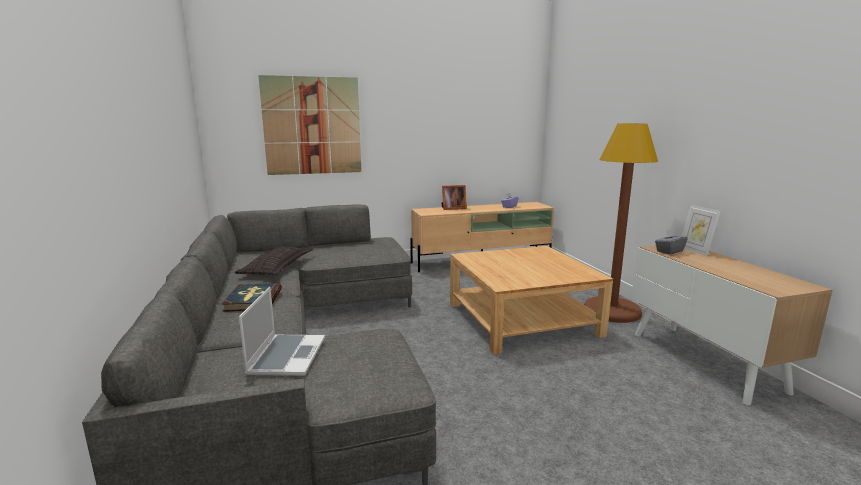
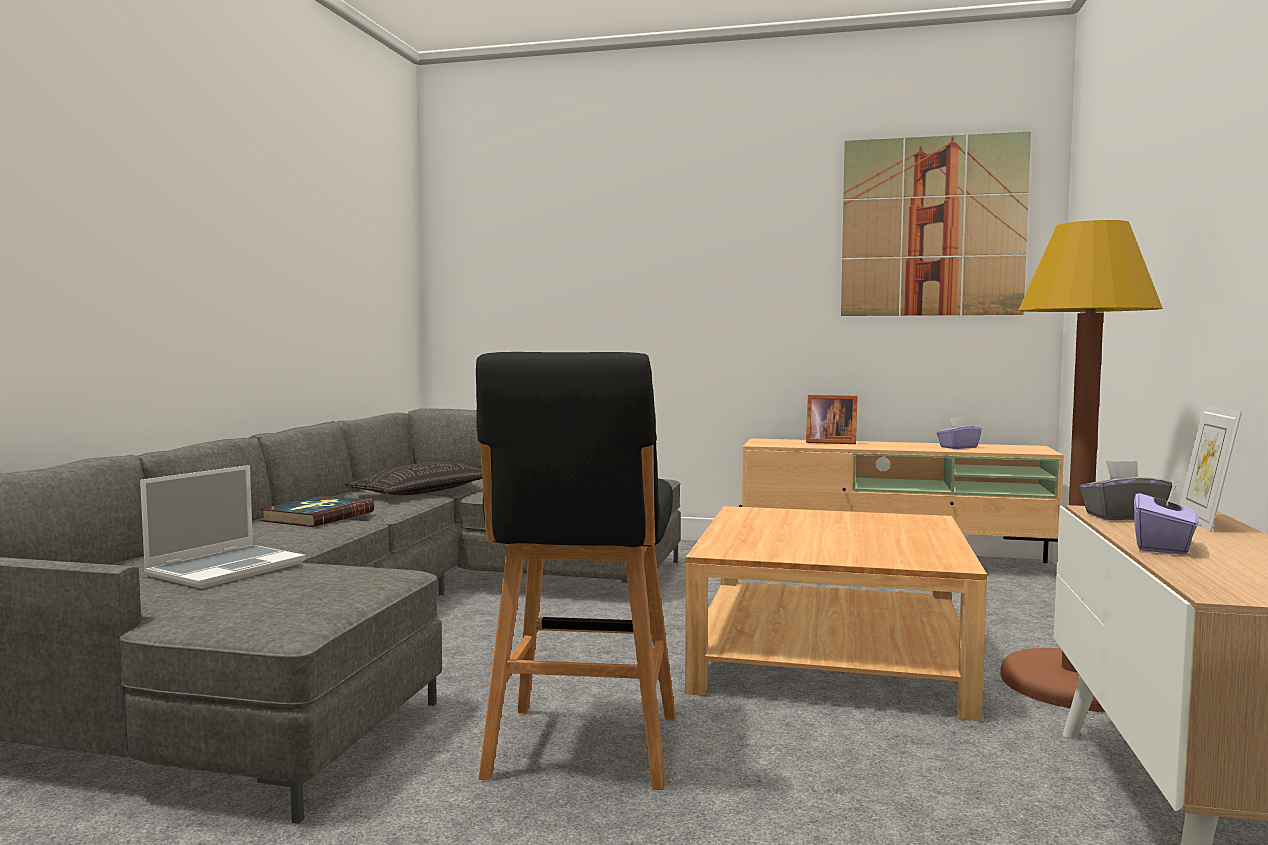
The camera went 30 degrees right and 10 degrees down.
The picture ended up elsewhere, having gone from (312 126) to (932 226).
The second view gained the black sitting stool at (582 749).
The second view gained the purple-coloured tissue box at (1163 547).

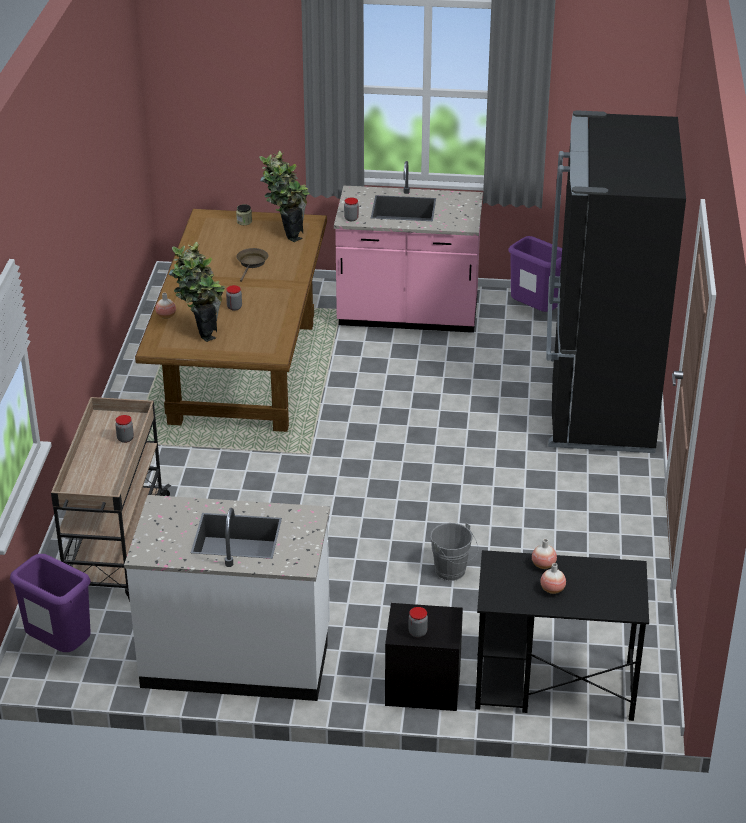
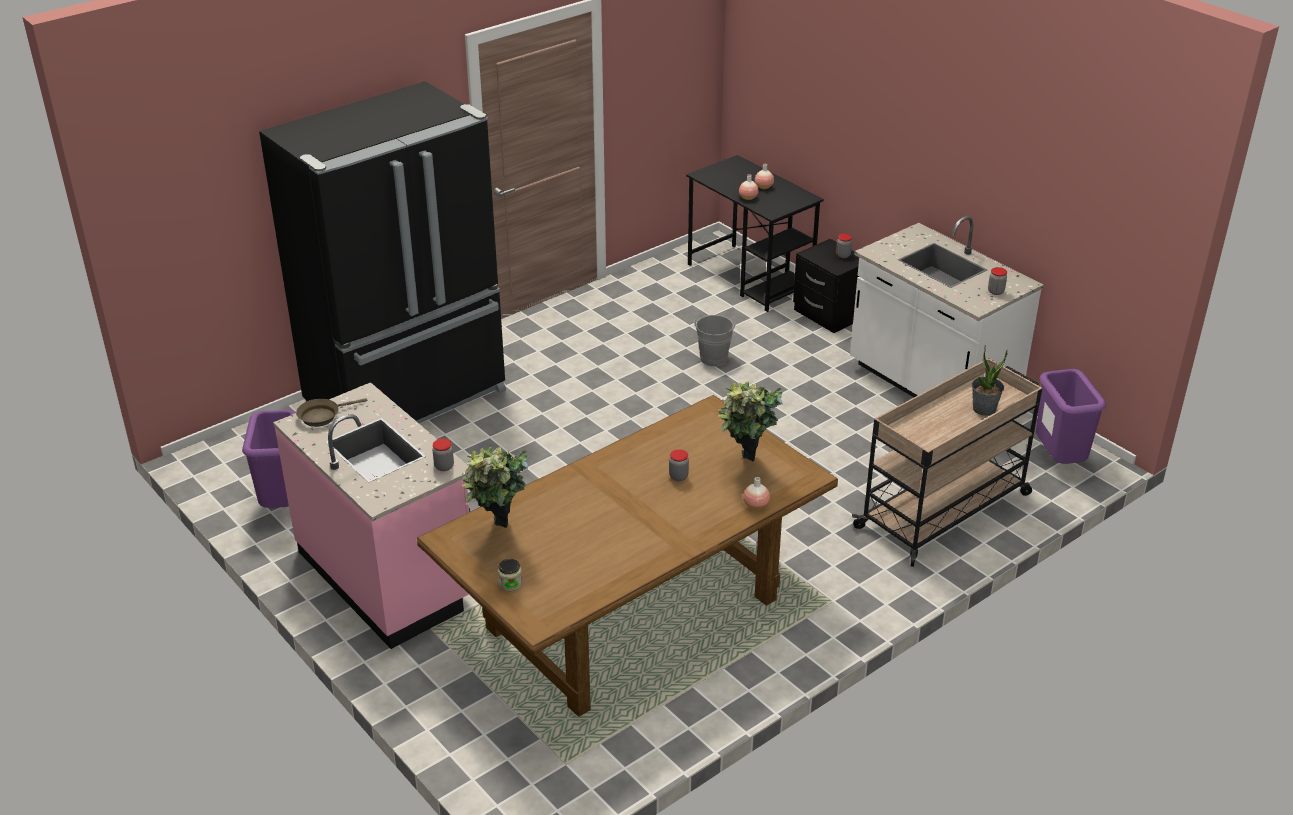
The camera went 135 degrees left and 0 degrees up.
The jar ended up elsewhere, having gone from (125 439) to (995 291).
The brown-coloured pan ended up elsewhere, having gone from (252 263) to (322 416).
The second view gained the plant in a pot at (984 409).

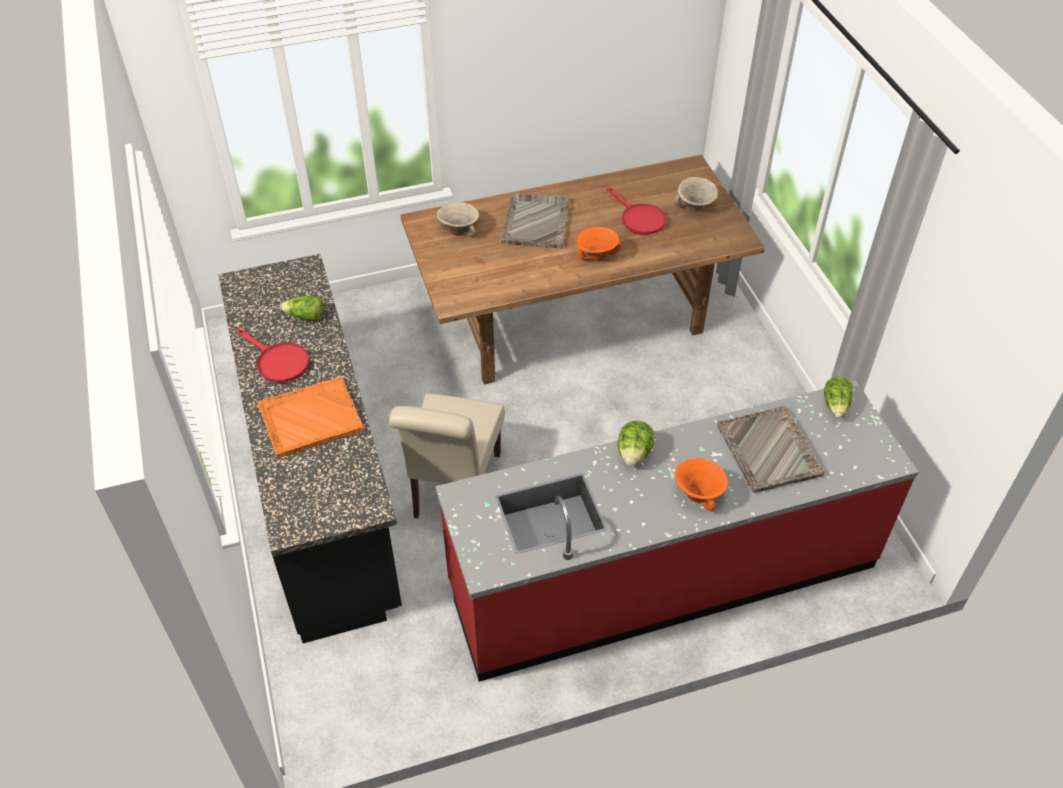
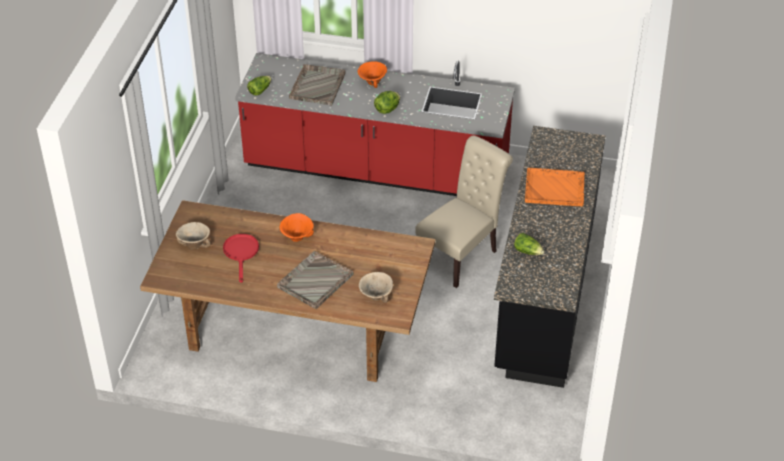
The camera went 150 degrees left and 5 degrees down.
The second view lost the red pan at (278 361).

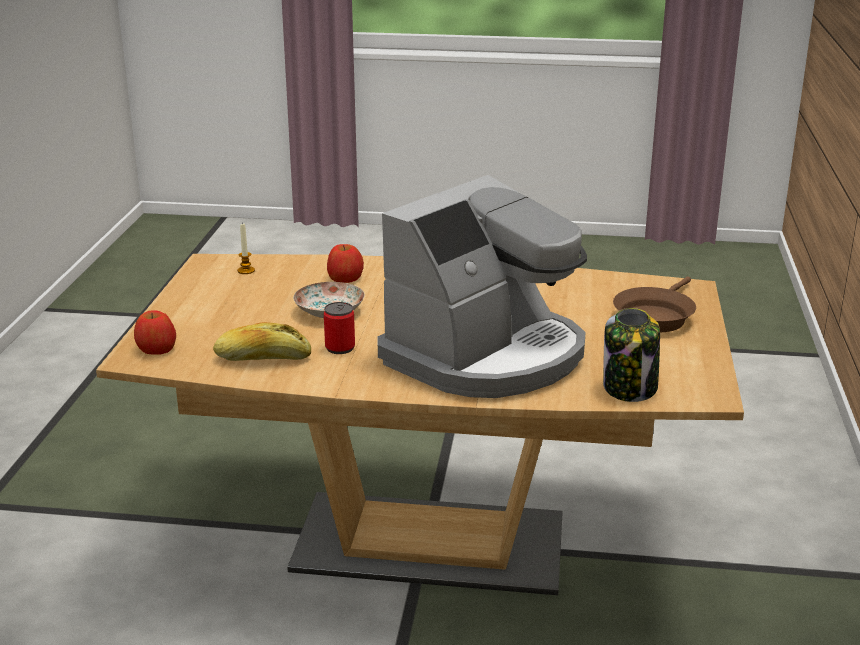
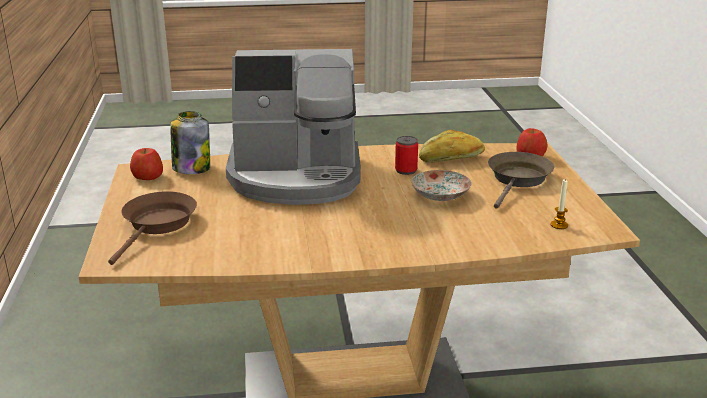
The camera went 165 degrees right and 0 degrees up.
The whole apple ended up elsewhere, having gone from (345 278) to (147 177).
The coffee machine at (487 356) ended up facing another way, 120 degrees counterclockwise from before.
The second view gained the brown-coloured pan at (518 180).

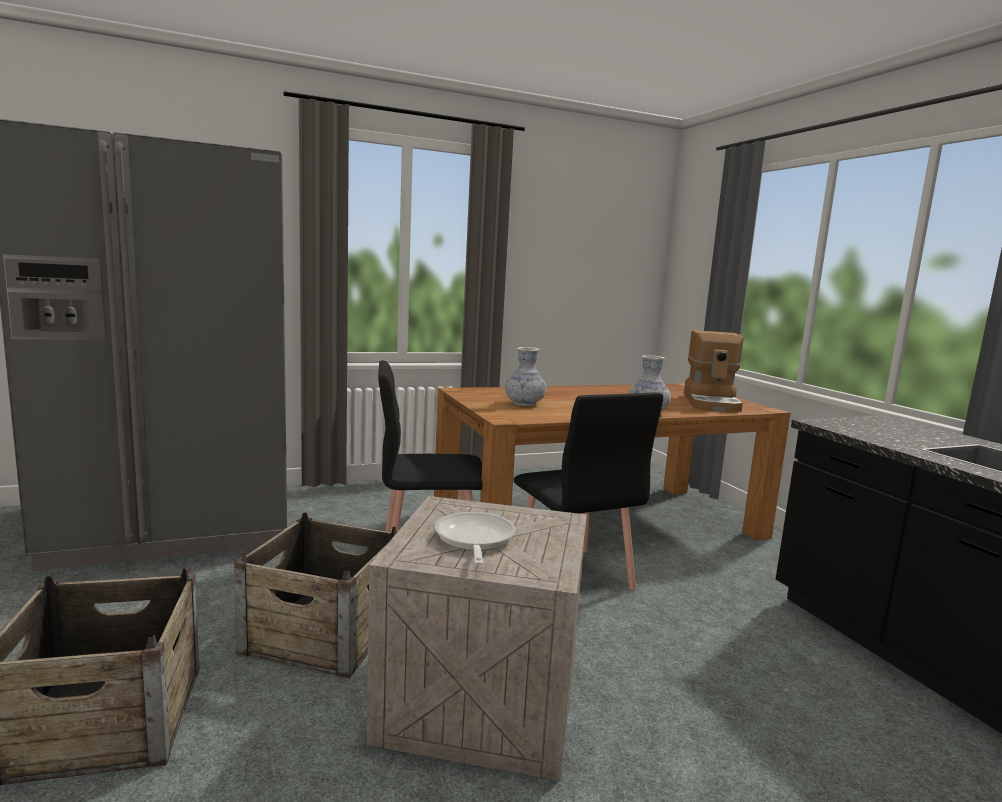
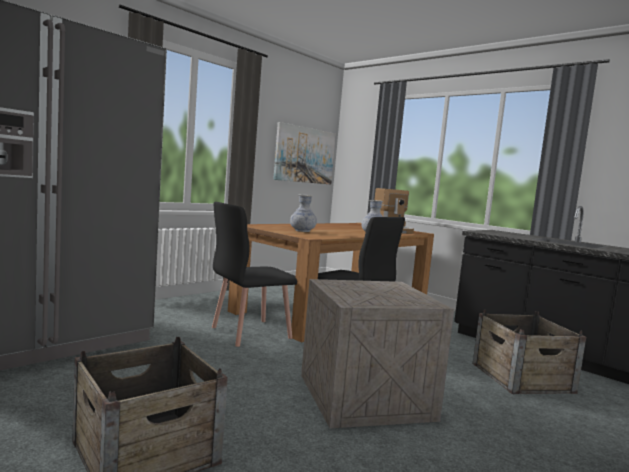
The camera went 25 degrees left and 5 degrees down.
The shipping crate ended up elsewhere, having gone from (323 632) to (521 377).
The second view lost the pan at (474 540).
The second view gained the picture at (305 155).

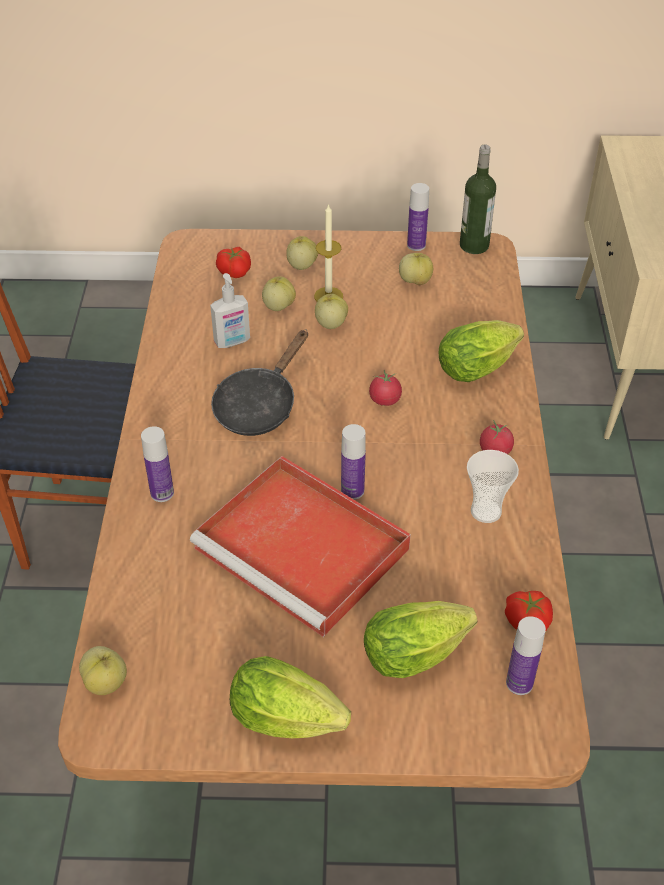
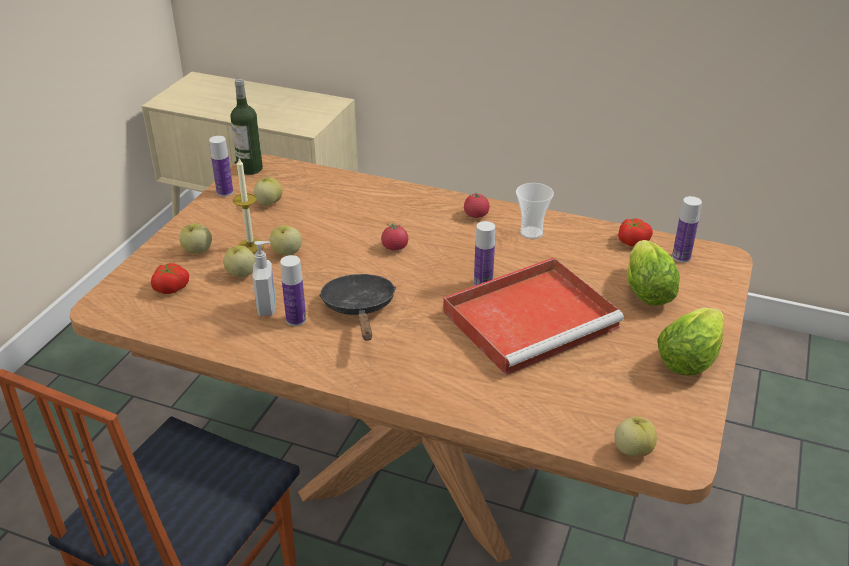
The camera went 70 degrees left and 10 degrees down.
The drink bottle ended up elsewhere, having gone from (162 493) to (296 320).
The black pan at (259 405) ended up facing another way, 150 degrees counterclockwise from before.
The second view lost the lettuce at (480 367).

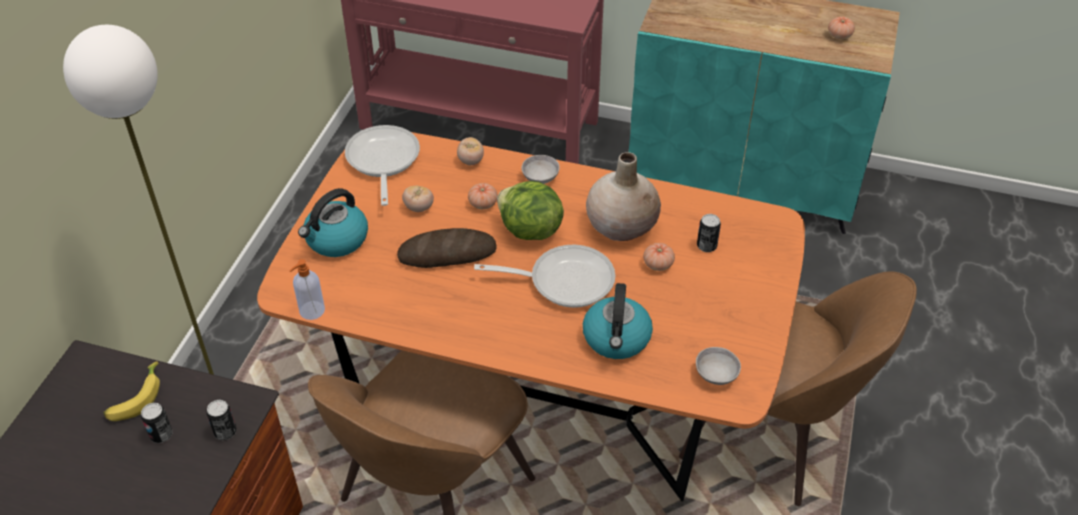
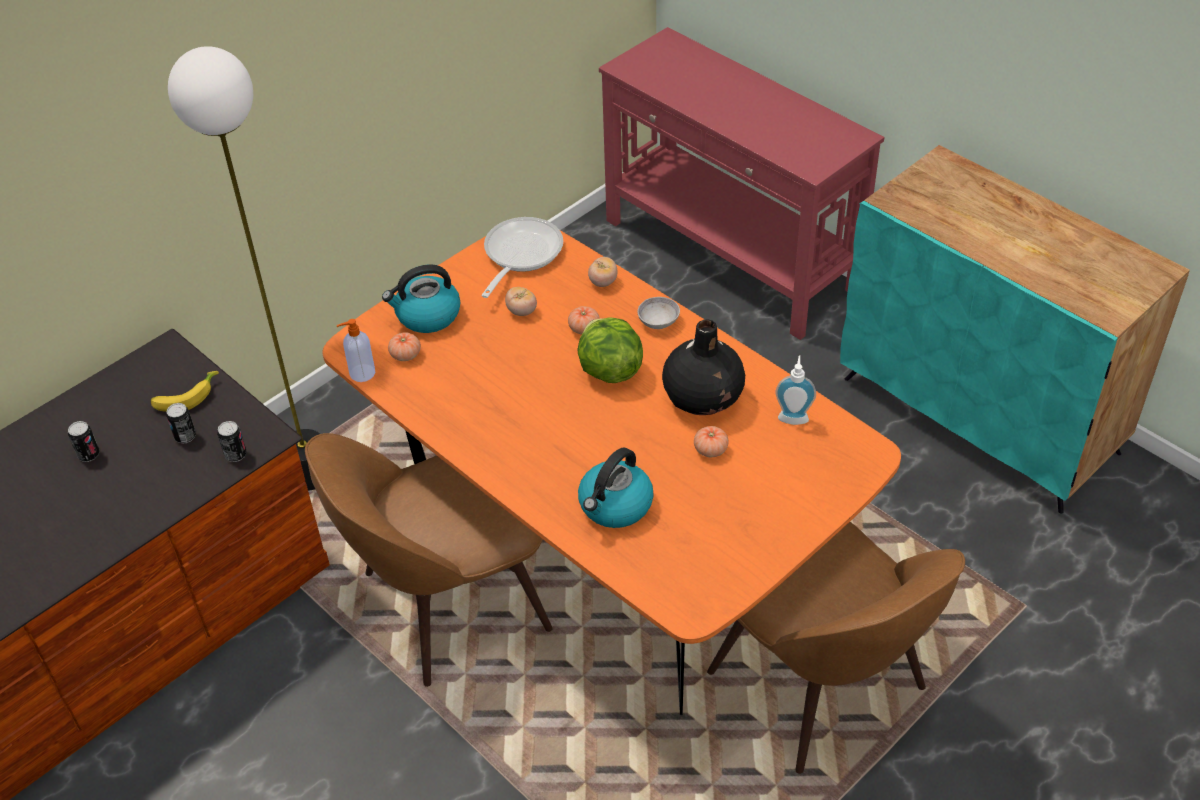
The camera went 30 degrees right and 0 degrees up.
The second view lost the bakery bread at (447 253).
The second view lost the pan at (564 280).
What was the beige-coloured flower vase at (622 226) turned into the black flower vase at (703 398).
The second view lost the greyish bowl at (716 374).
The metal can ended up elsewhere, having gone from (706 246) to (89 455).
The whole tomato ended up elsewhere, having gone from (839 35) to (405 355).
The second view gained the soap bottle at (793 416).

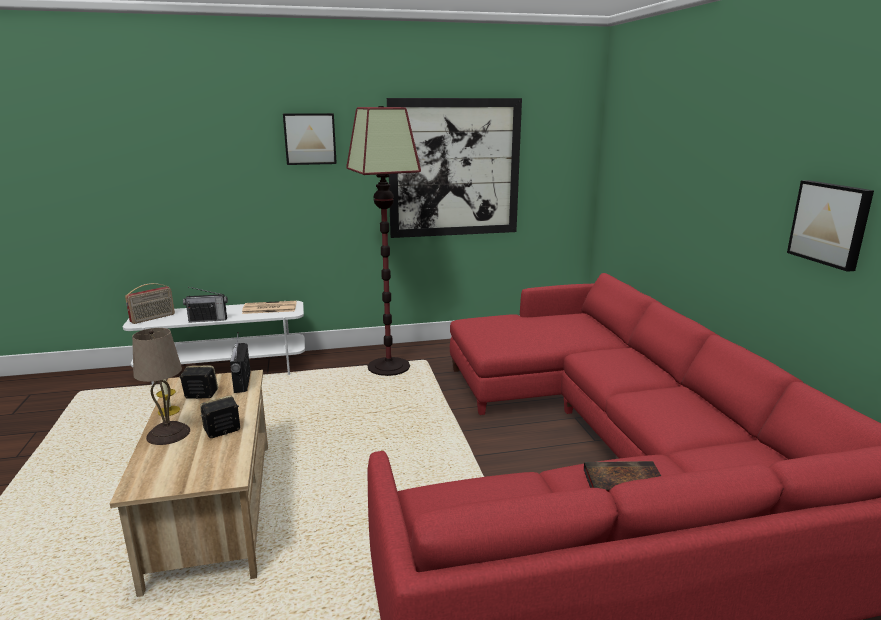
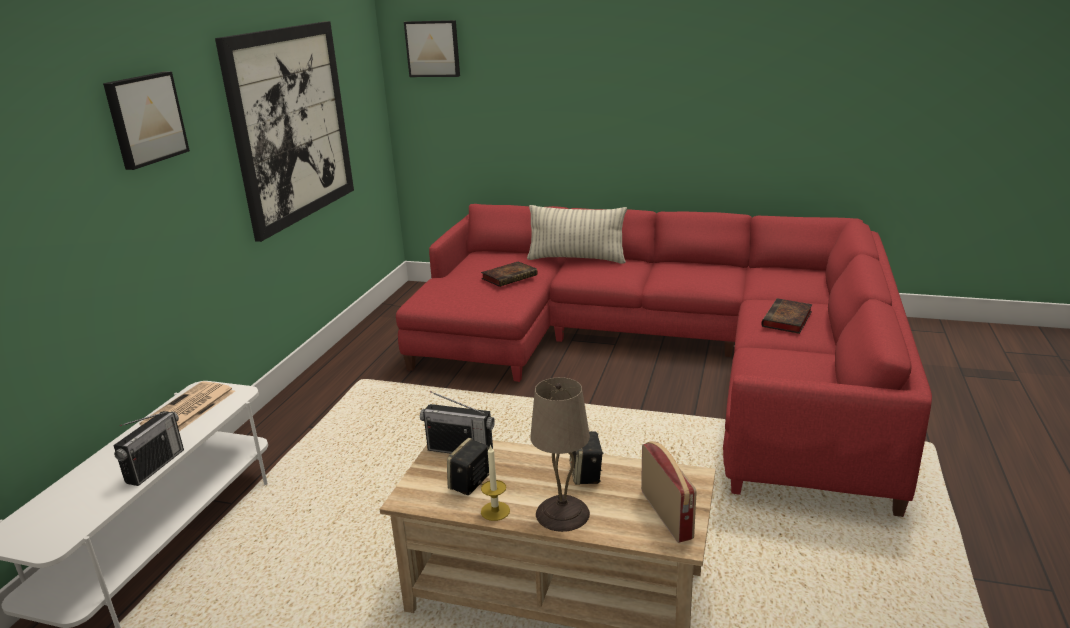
The camera went 60 degrees left and 5 degrees up.
The radio ended up elsewhere, having gone from (153 318) to (667 514).
The second view lost the standard lamp at (389 367).
The picture ended up elsewhere, having gone from (830 223) to (433 48).
The second view gained the volume at (510 277).
The second view gained the cushion at (576 259).

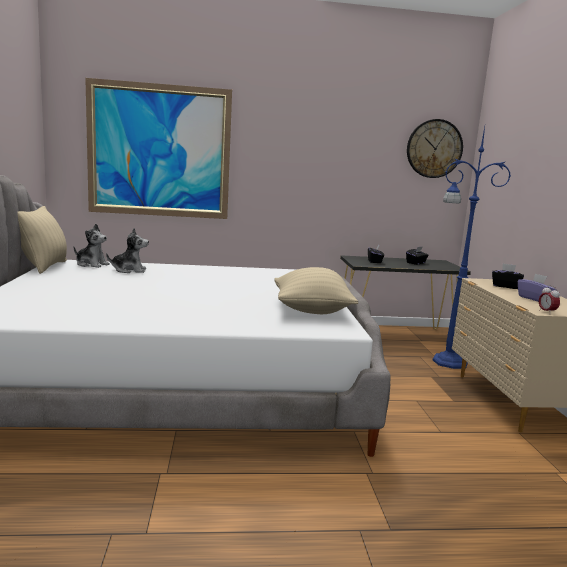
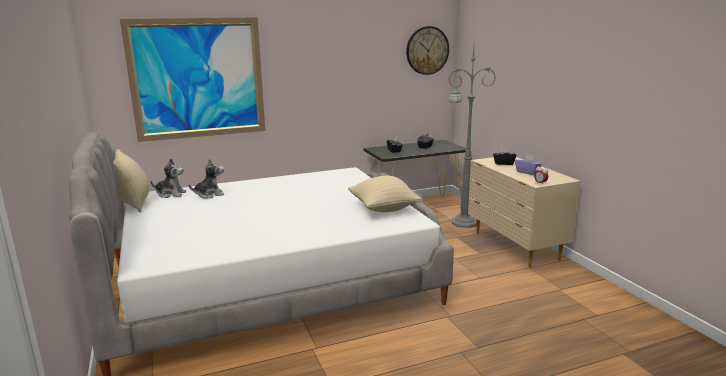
The camera went 15 degrees left and 5 degrees up.
What was the bluish standard lamp at (447 361) turned into the greyish standard lamp at (462 222).

